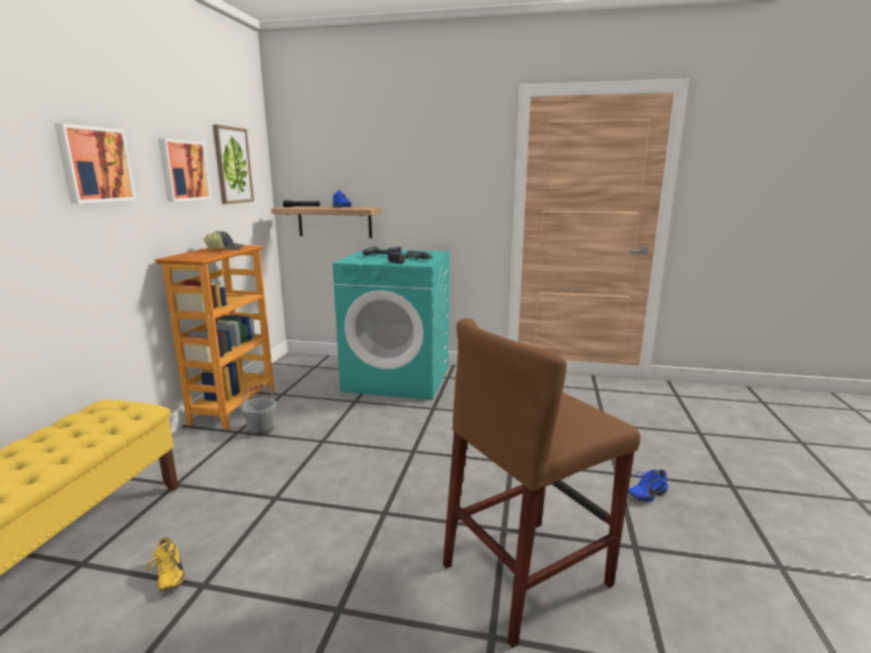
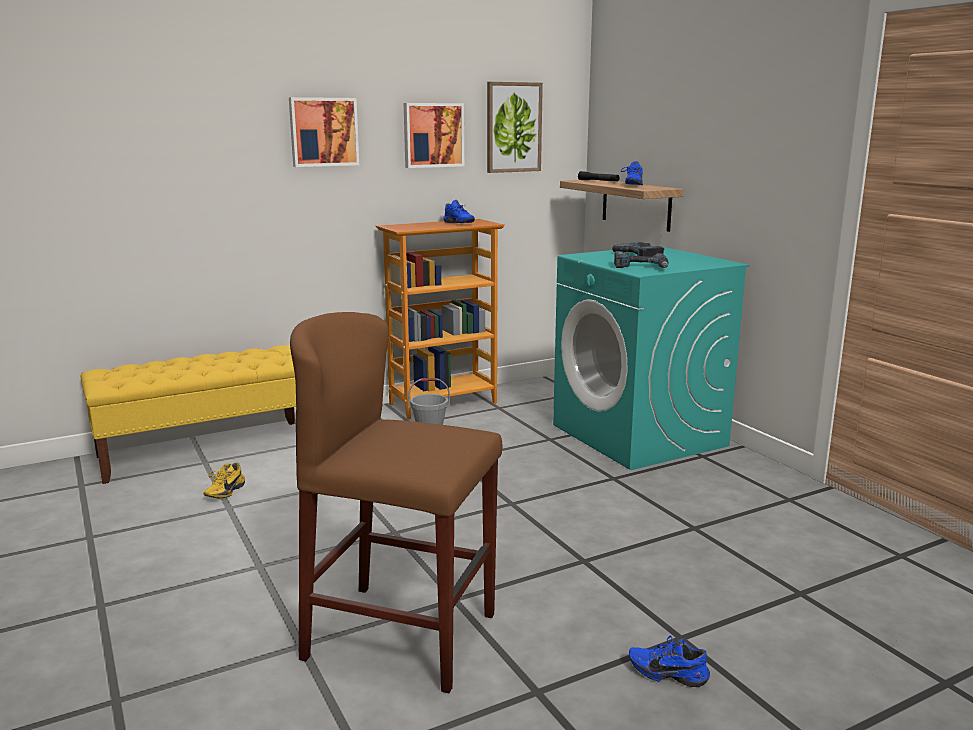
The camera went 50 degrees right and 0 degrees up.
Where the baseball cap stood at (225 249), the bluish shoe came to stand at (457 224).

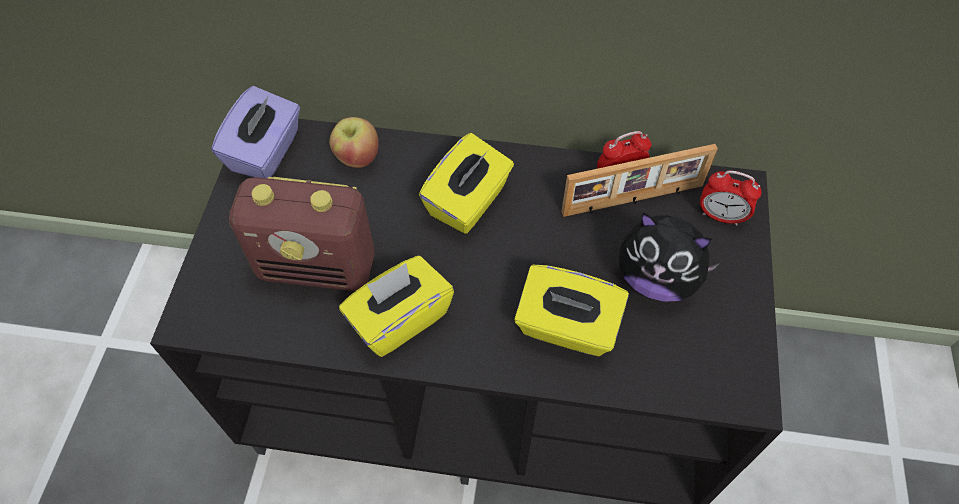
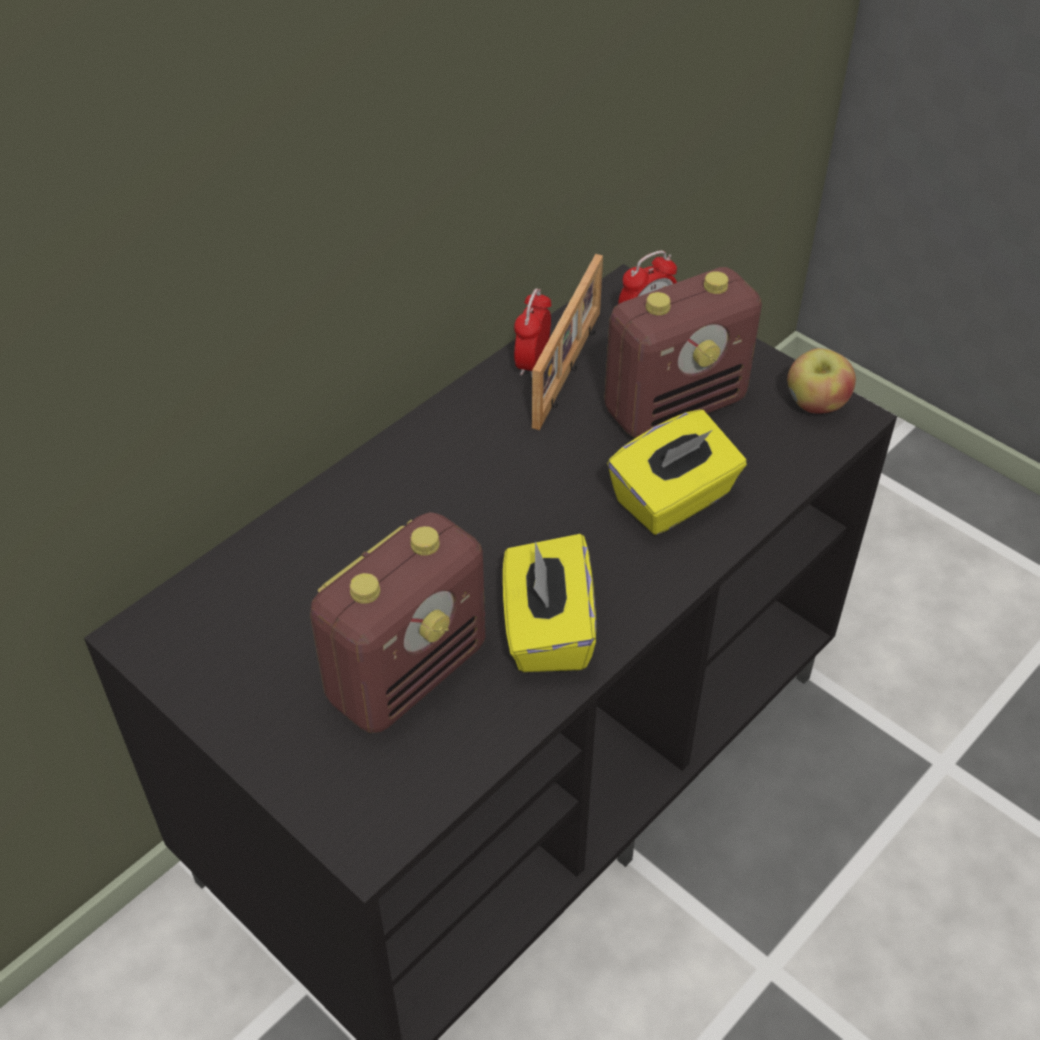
The camera went 55 degrees left and 10 degrees down.
The second view lost the purple-coloured tissue box at (266 152).
The whole apple ended up elsewhere, having gone from (357 157) to (815 404).
The second view lost the yellow-coloured tissue box at (468 202).
Where the cuddly toy stood at (656 279), the radio came to stand at (676 405).

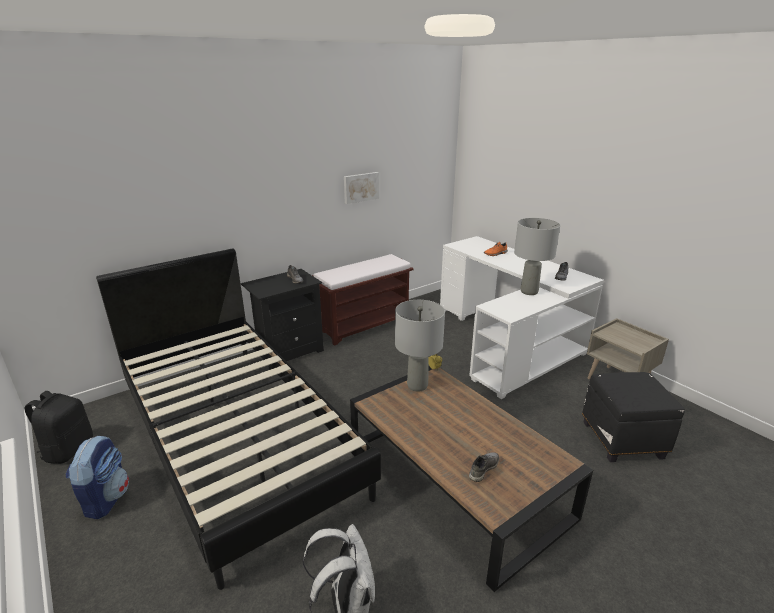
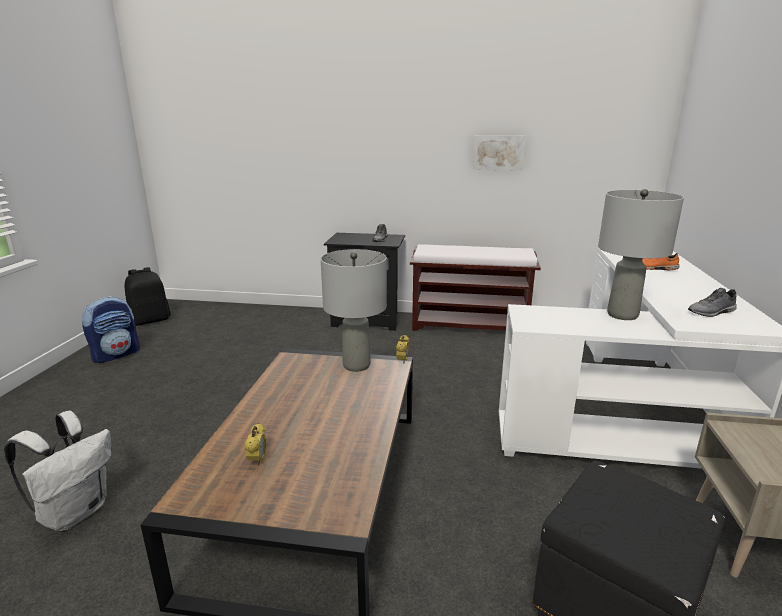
The camera went 45 degrees right and 5 degrees down.
The second view lost the black sleeping bed at (236 438).
Where the greyish shoe stood at (483 469), the bedside clock came to stand at (257 460).

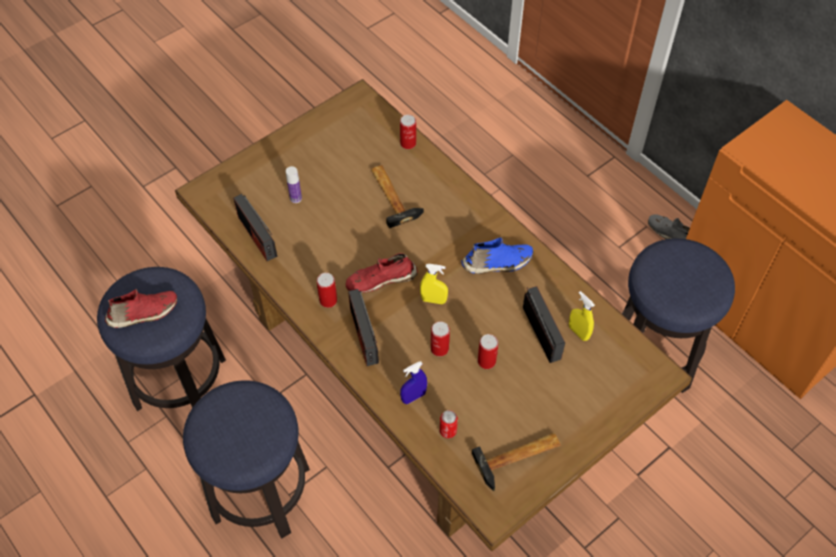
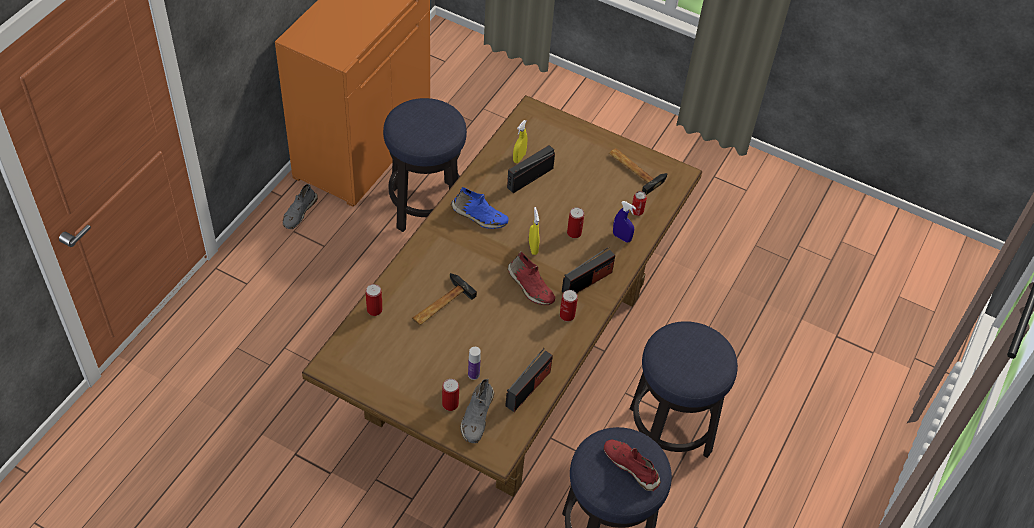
The camera went 115 degrees left and 5 degrees down.
The bluish shoe at (497 263) ended up facing another way, 150 degrees clockwise from before.
The metal can ended up elsewhere, having gone from (486 361) to (450 404).
The second view gained the greyish shoe at (476 416).

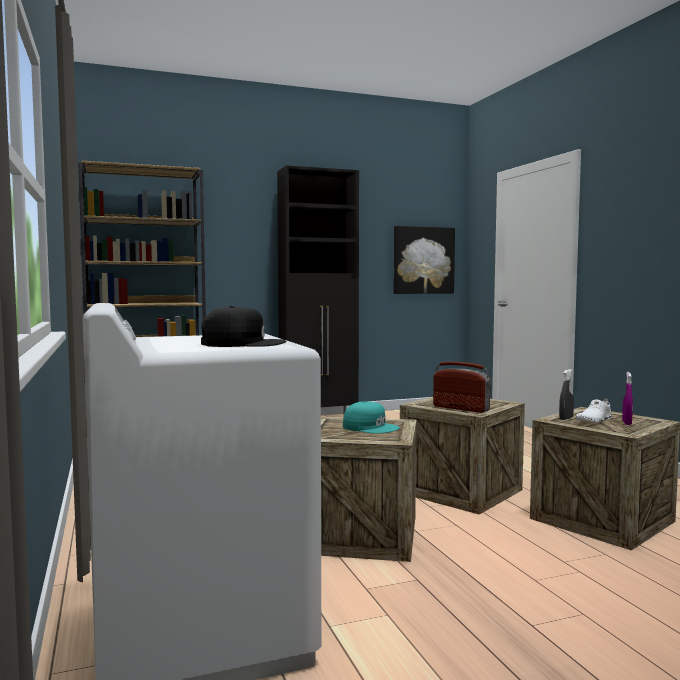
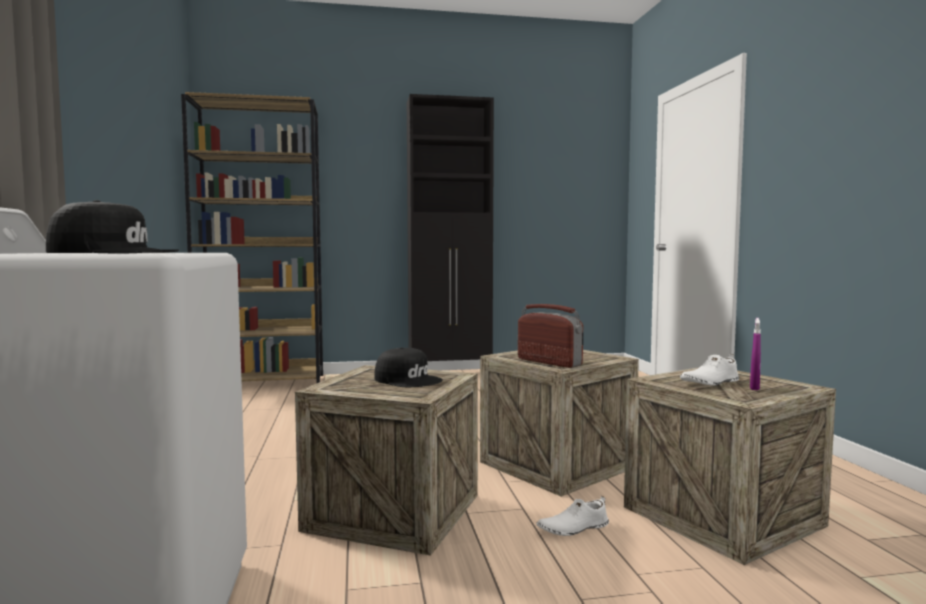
The camera went 10 degrees right and 0 degrees up.
What was the turquoise-coloured baseball cap at (370 427) turned into the black baseball cap at (408 380).
The second view lost the picture at (423 260).
The second view lost the greyish sprayer at (566 418).
The second view gained the white shoe at (573 528).

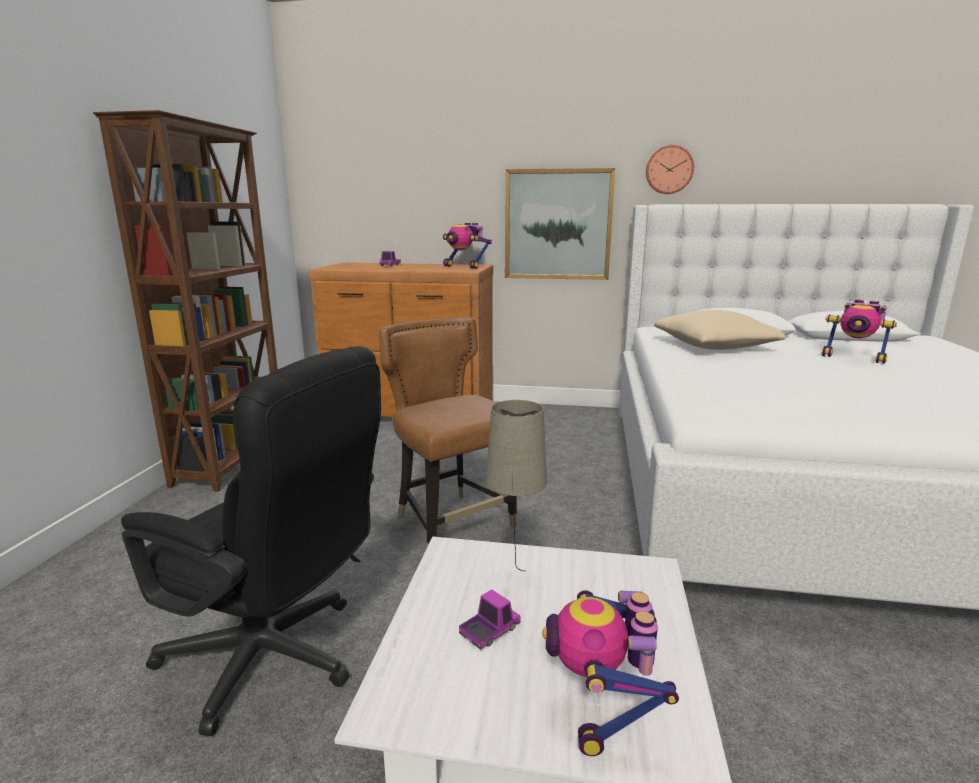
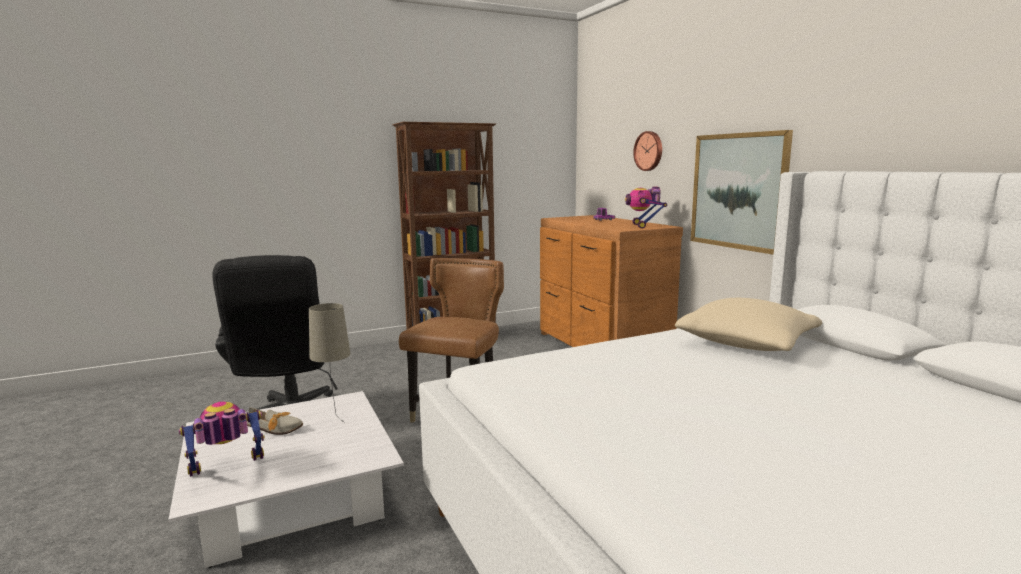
The camera went 55 degrees right and 5 degrees down.
Where the toy lorry stood at (490 631), the shoe came to stand at (277 429).
The clock on the wall ended up elsewhere, having gone from (669 170) to (649 151).
The second view lost the model robot at (854 358).

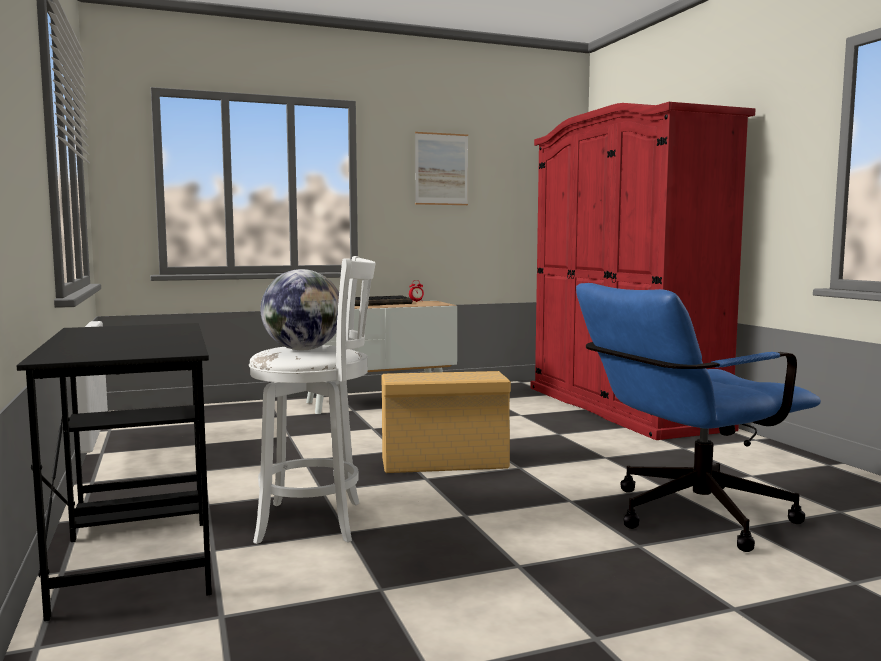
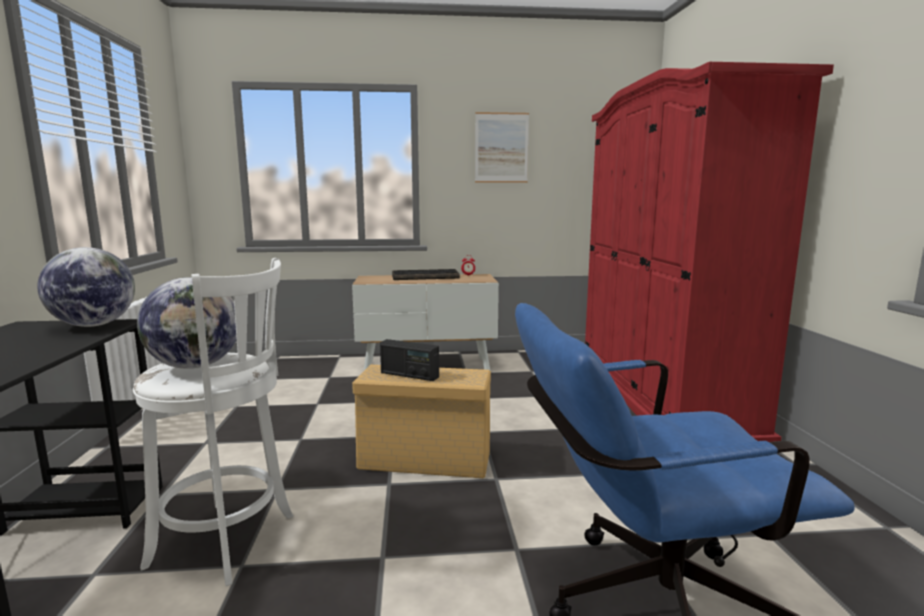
The camera went 15 degrees right and 5 degrees up.
The second view gained the globe at (93 325).
The second view gained the radio at (409 375).

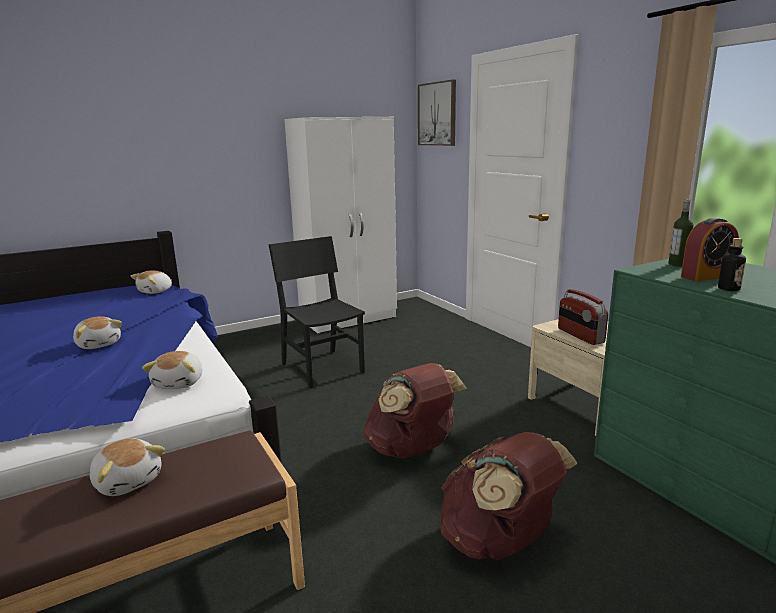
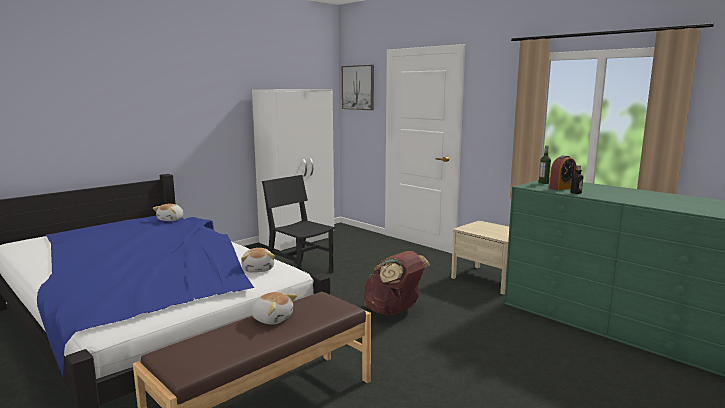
The camera went 15 degrees left and 5 degrees down.
The second view lost the cuddly toy at (99 344).
The second view lost the brown-coloured backpack at (499 542).
The second view lost the radio at (580 336).

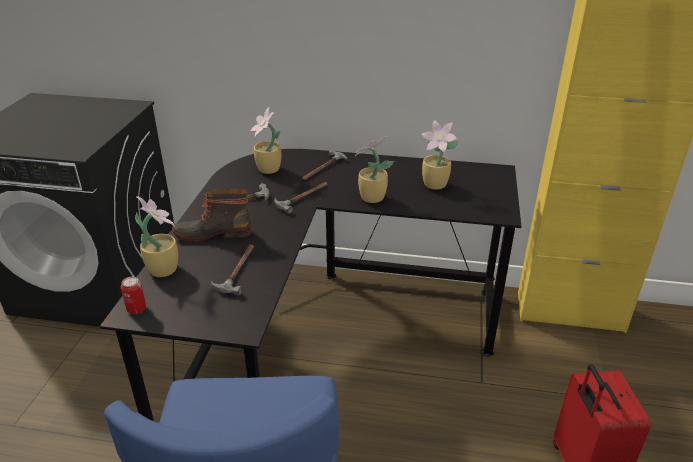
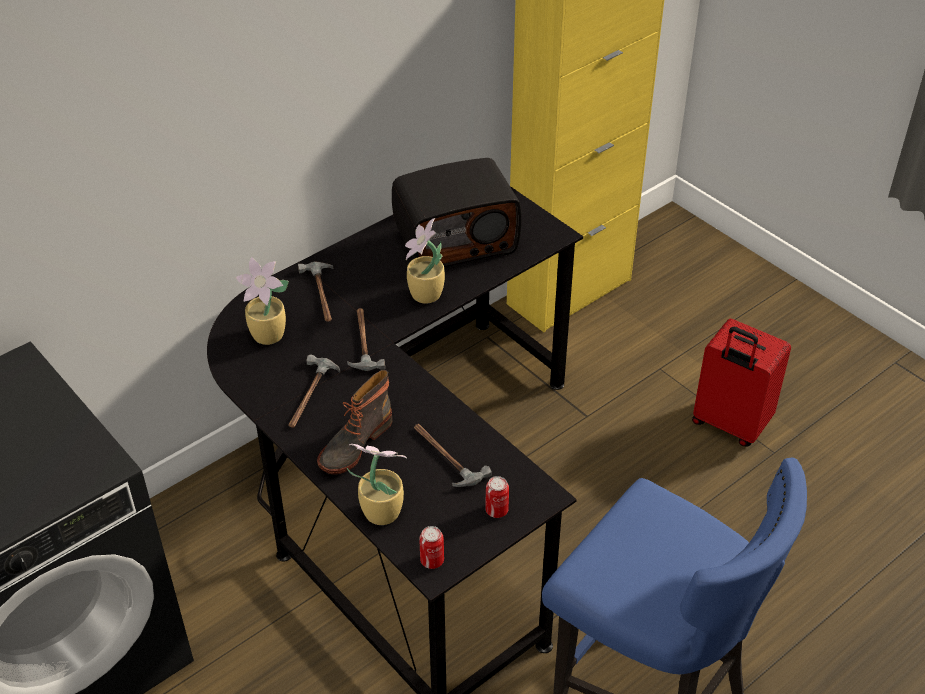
The camera went 50 degrees left and 10 degrees up.
Where the plant in a pot stood at (436 185), the radio came to stand at (456 240).
The second view gained the metal can at (496 510).

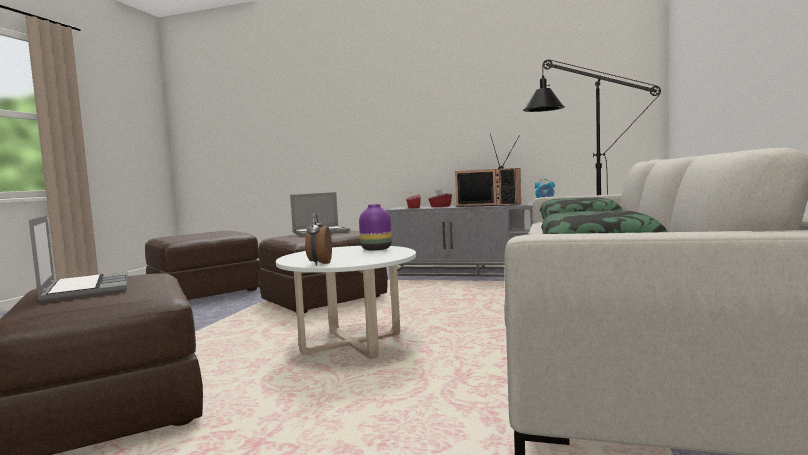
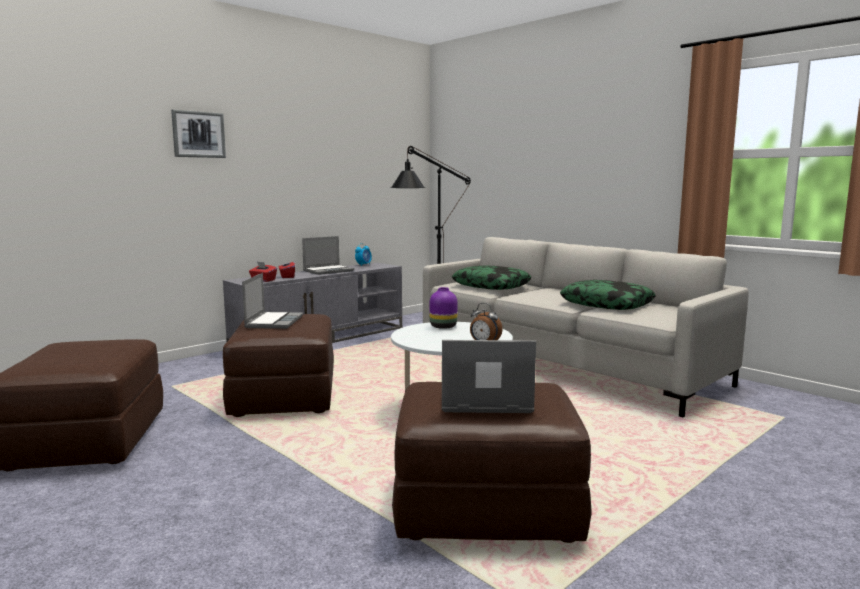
The camera went 60 degrees left and 5 degrees up.
Where the TV set stood at (490 205), the portable computer came to stand at (328 271).
The second view gained the picture at (198 134).

